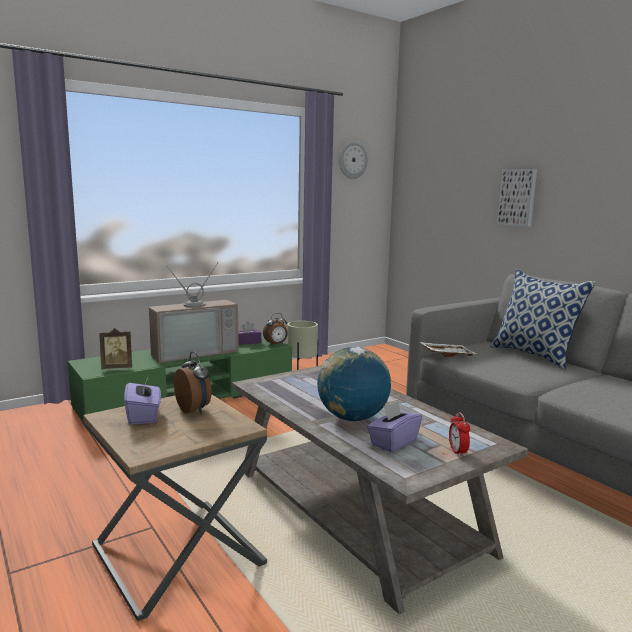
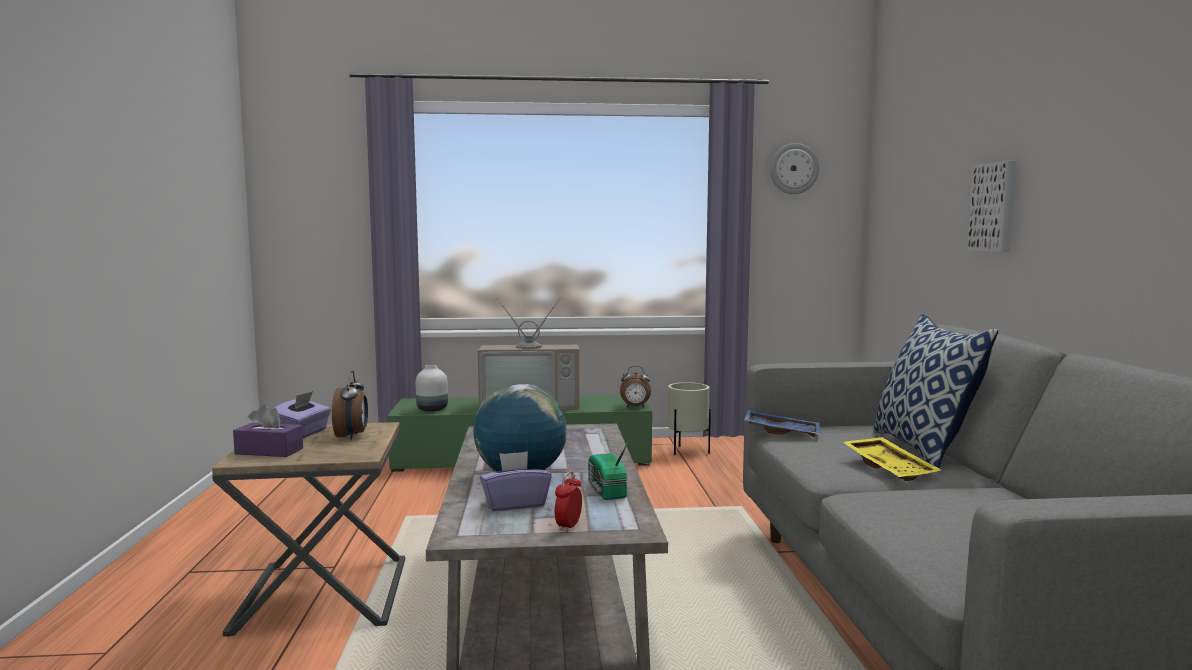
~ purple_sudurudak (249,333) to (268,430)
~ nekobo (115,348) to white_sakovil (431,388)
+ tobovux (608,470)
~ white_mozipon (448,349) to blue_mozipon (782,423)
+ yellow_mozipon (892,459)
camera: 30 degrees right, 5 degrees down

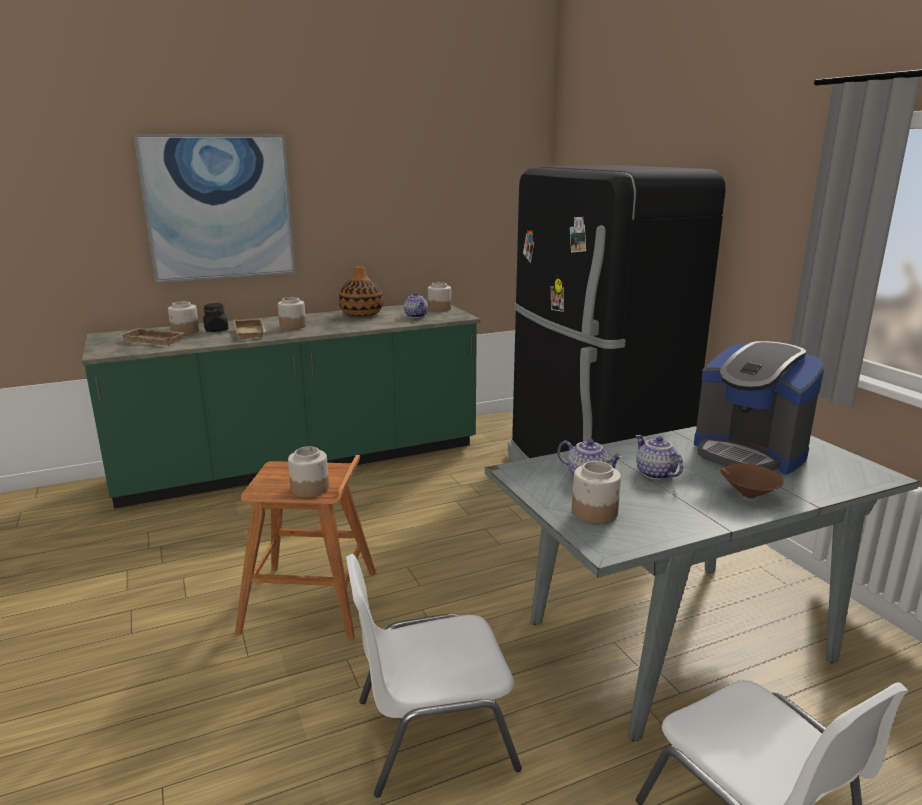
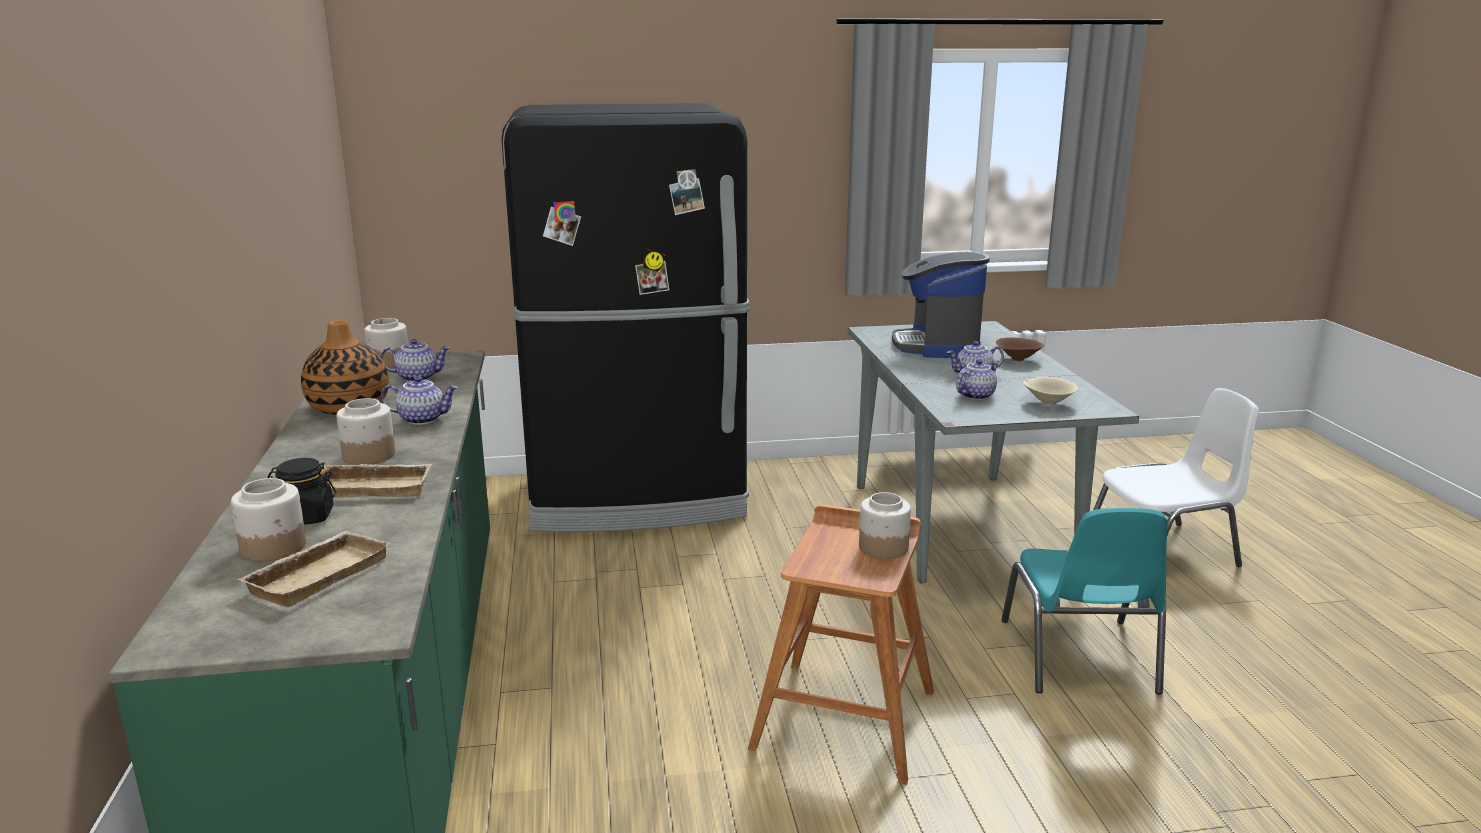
+ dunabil (419,400)
~ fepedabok (759,408) = (941,304) 120 degrees clockwise
~ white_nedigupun (434,675) to turquoise_nedigupun (1084,601)
~ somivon (596,492) to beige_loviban (1050,391)
- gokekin (214,208)
camera: 75 degrees left, 0 degrees up

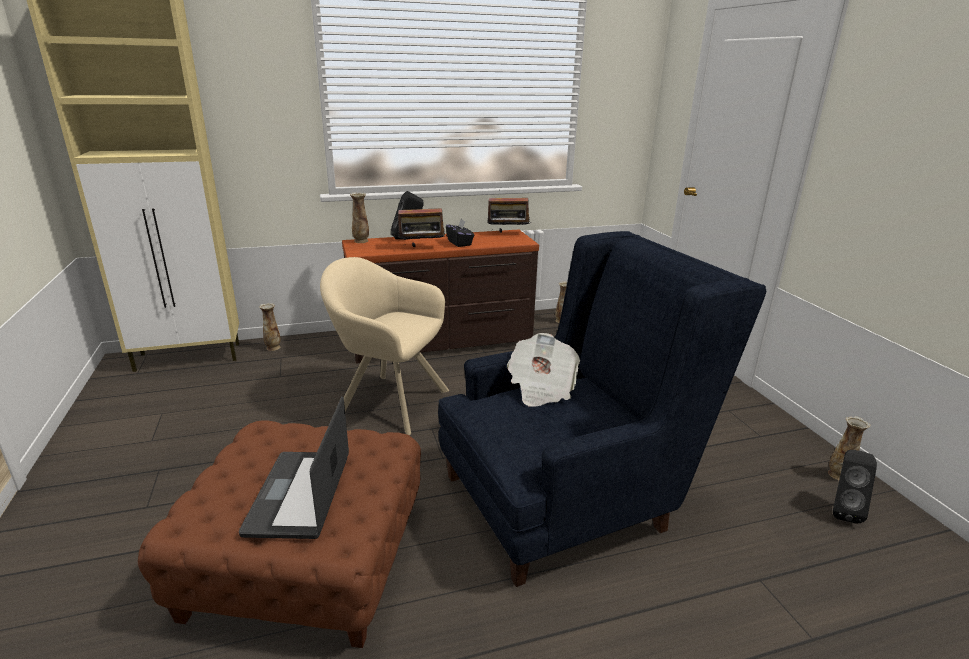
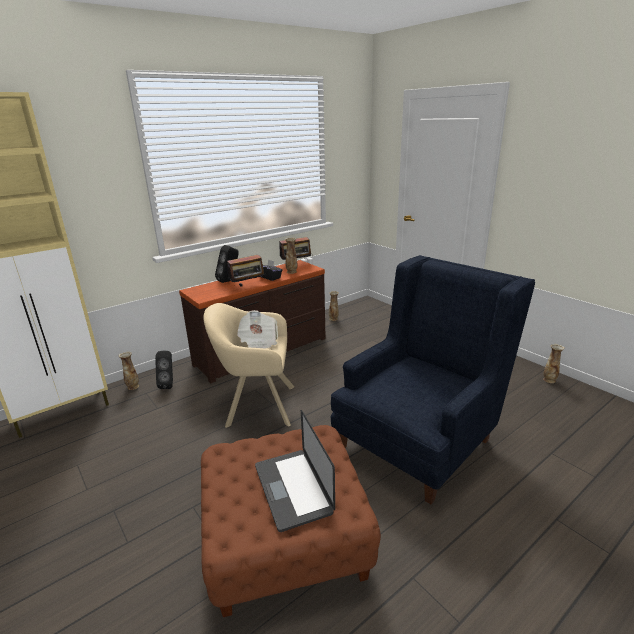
~ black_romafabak (855,486) to (164,370)
~ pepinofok (543,370) to (257,329)
~ sakovil (359,217) to (291,255)
camera: 20 degrees left, 0 degrees up

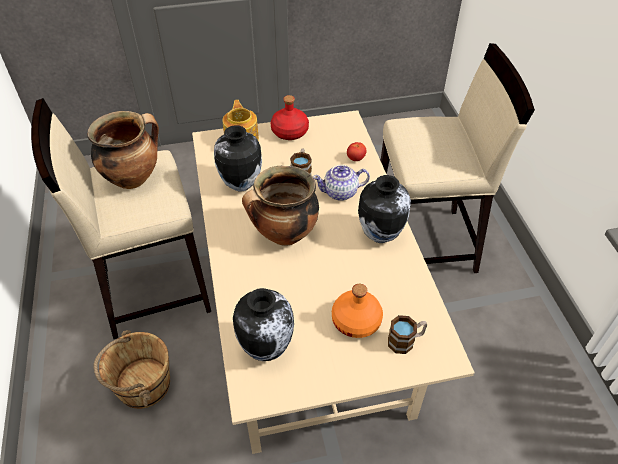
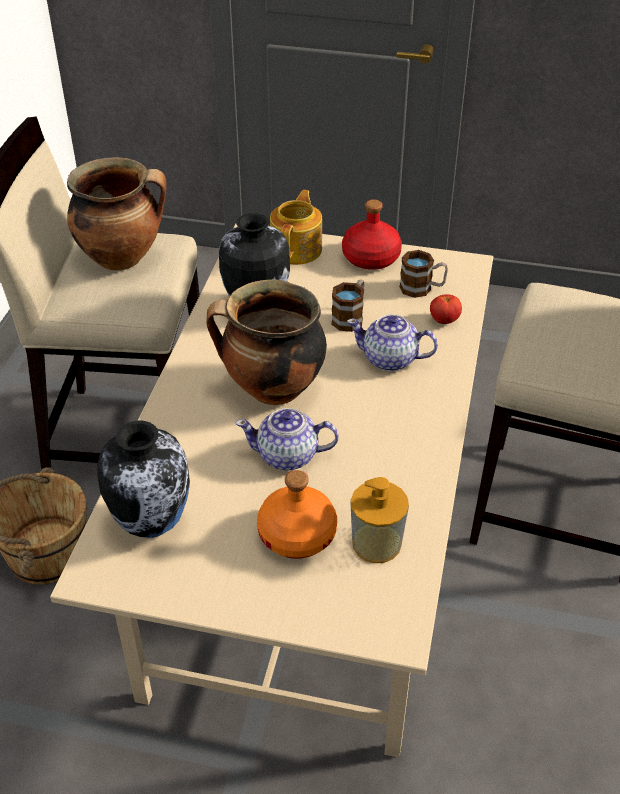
+ dunabil (287,439)
+ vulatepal (379,520)
~ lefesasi (407,334) to (423,274)
- sakovil (384,209)
camera: 25 degrees right, 5 degrees down

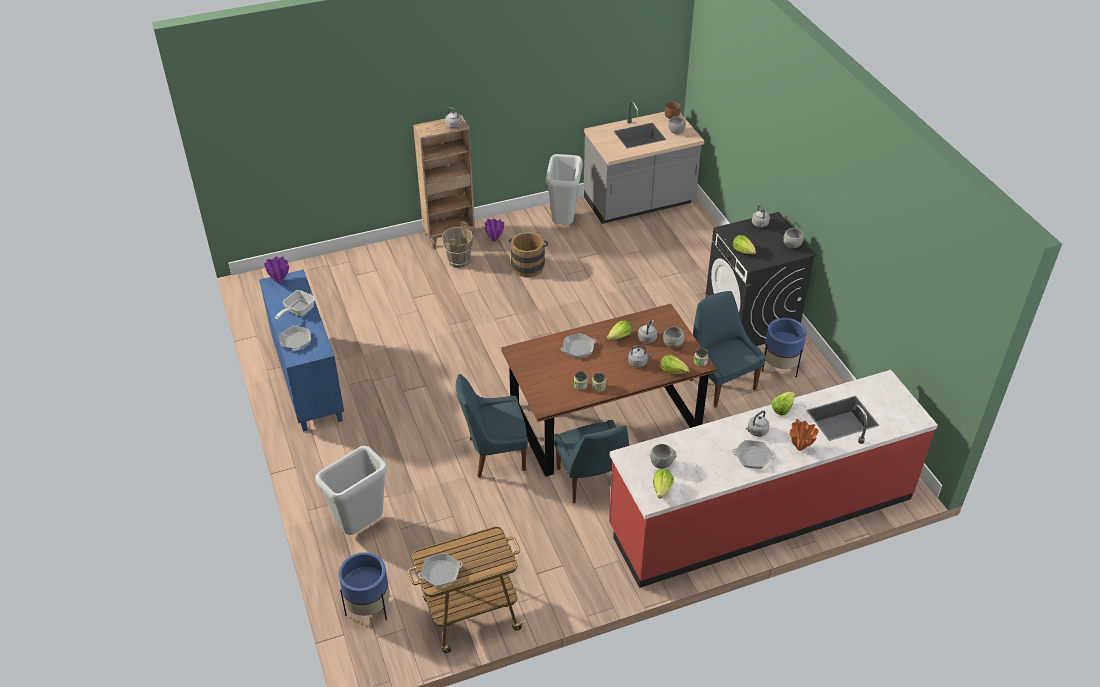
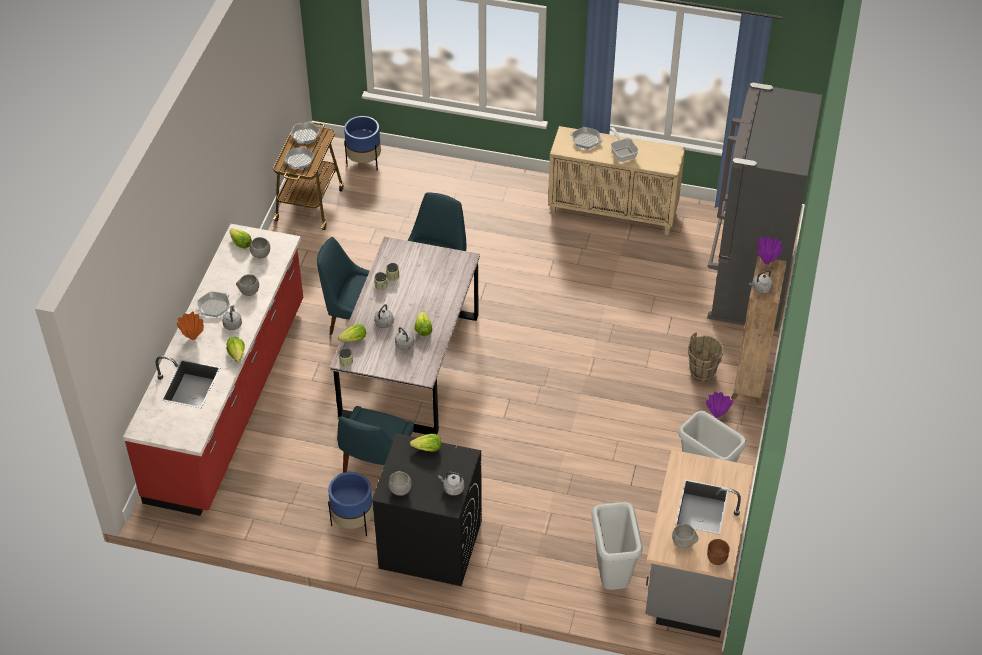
~ grey_loviban (673,337) to (247,285)
~ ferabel (578,345) to (299,157)
~ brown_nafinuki (608,390) to grey_nafinuki (405,336)
~ blue_nedigupun (728,349) = (375,439) 105 degrees clockwise
~ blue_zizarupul (301,350) to beige_zizarupul (616,180)
~ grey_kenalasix (352,490) to (617,546)
+ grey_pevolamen (764,207)
~ purple_sakovil (276,270) to (770,250)
- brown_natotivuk (528,254)
camera: 125 degrees right, 5 degrees up

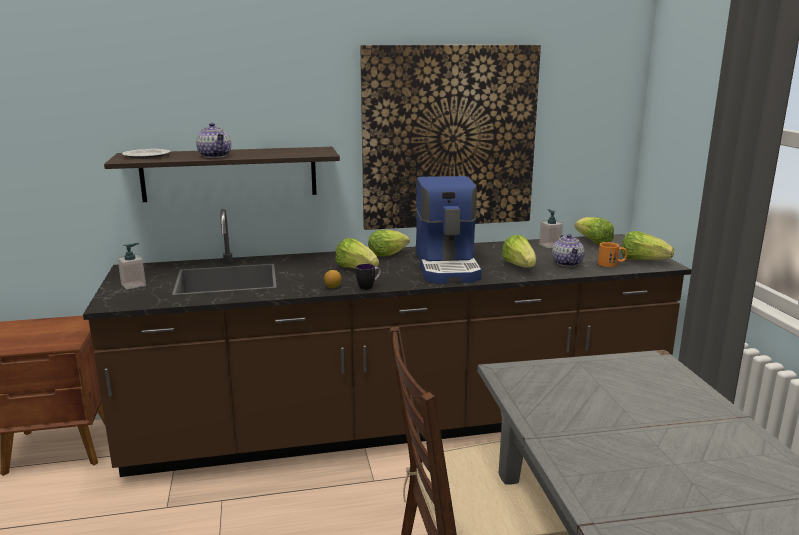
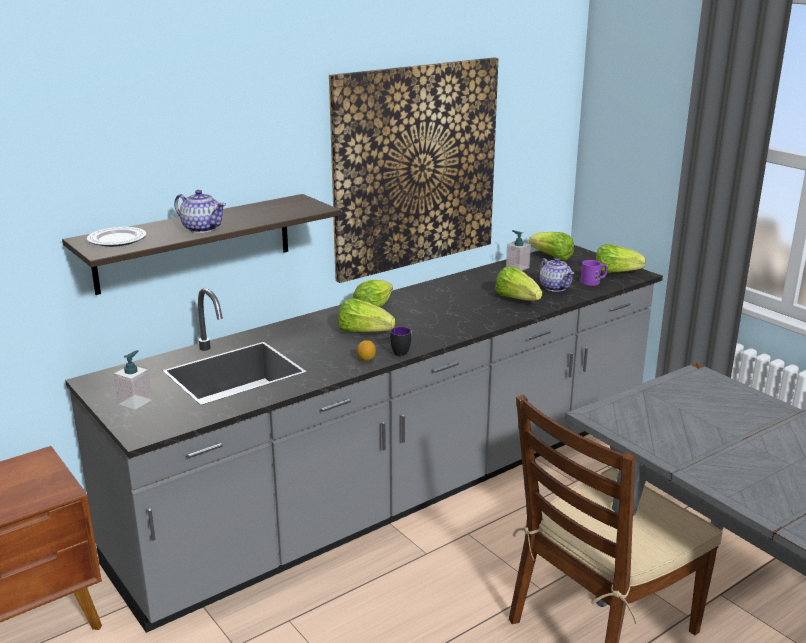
~ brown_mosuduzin (387,343) to grey_mosuduzin (364,439)
~ orange_lefesasi (612,254) to purple_lefesasi (594,273)
- fepedabok (449,230)
camera: 25 degrees left, 5 degrees up

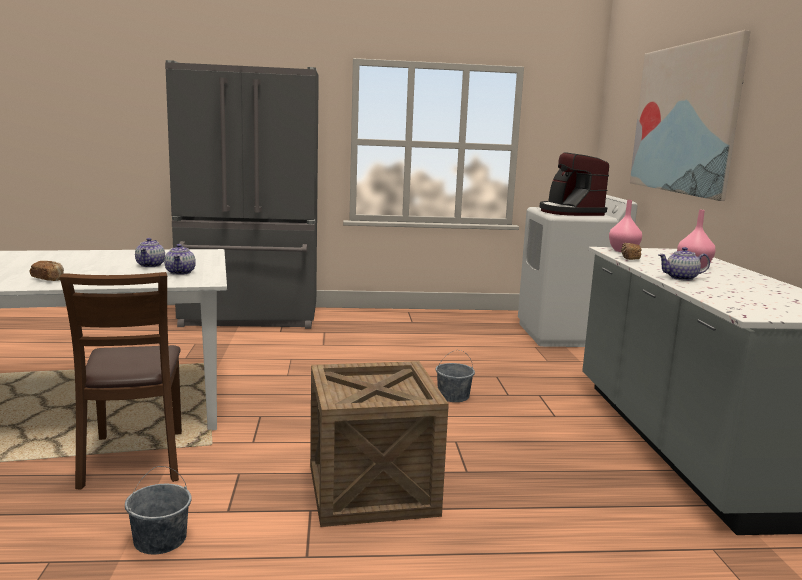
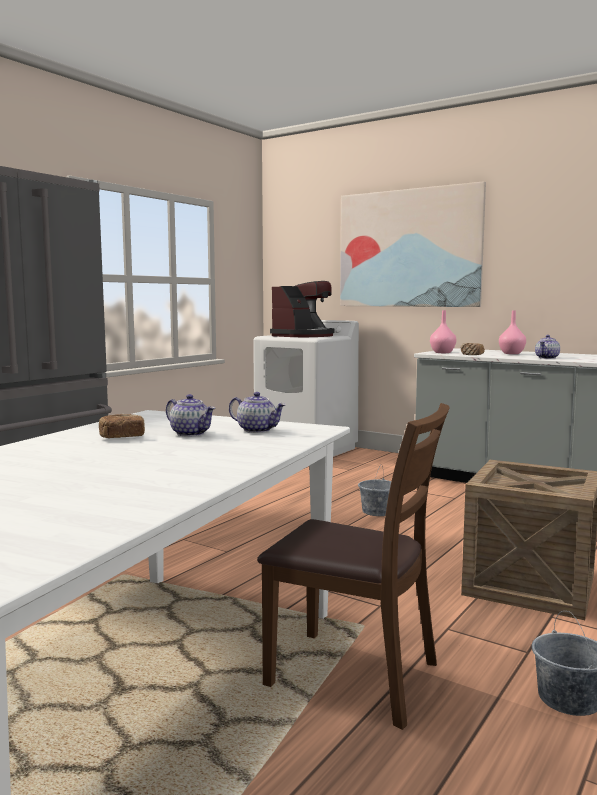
~ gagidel (47,271) to (122,426)
~ fepedabok (574,184) = (302,309) 75 degrees counterclockwise
camera: 50 degrees left, 5 degrees down

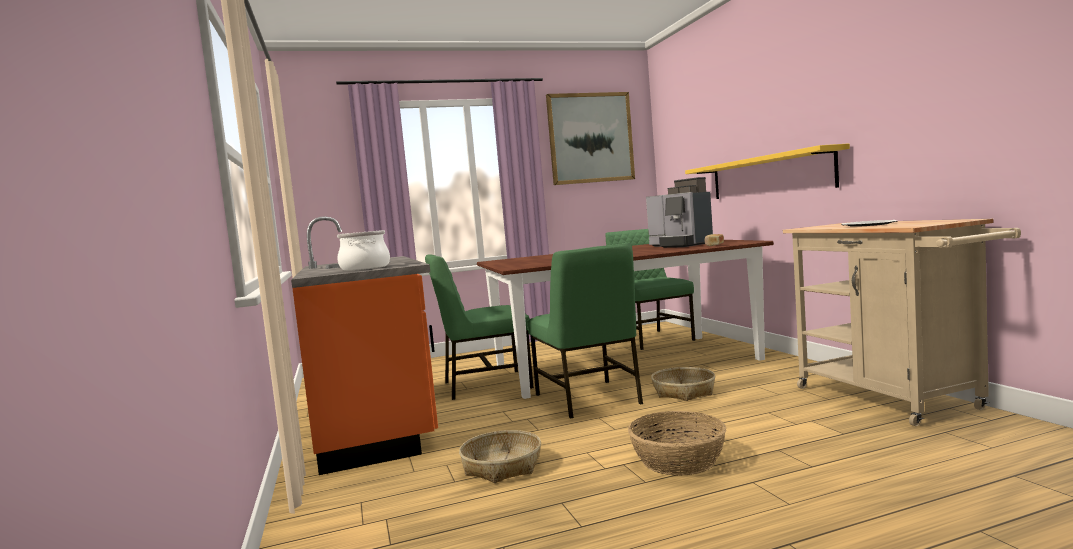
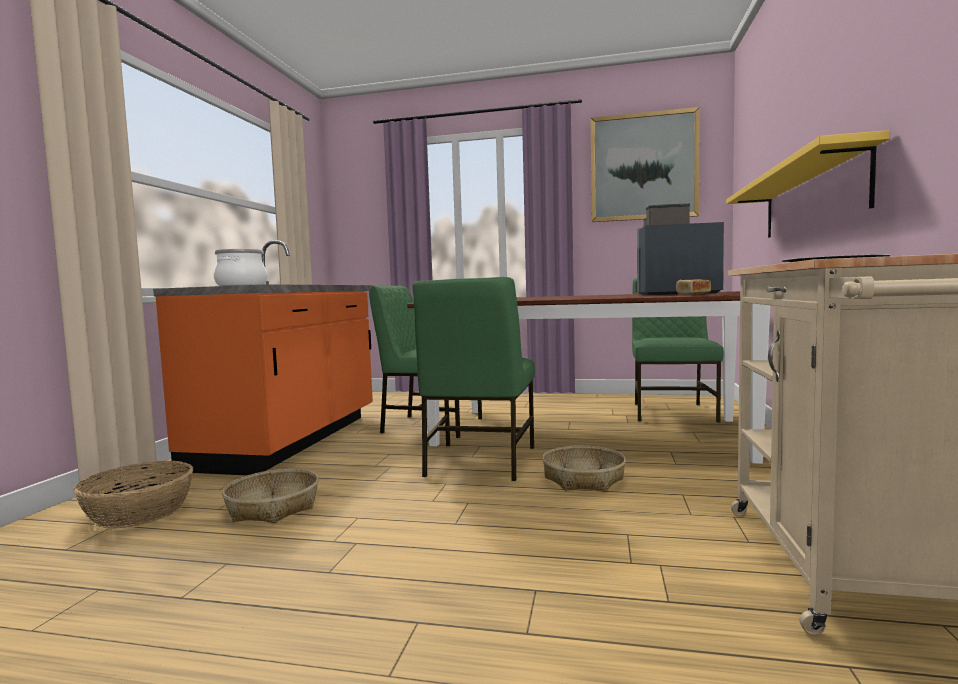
~ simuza (677,443) to (133,495)
~ fepedabok (679,212) = (679,249) 105 degrees clockwise
camera: 30 degrees right, 0 degrees up

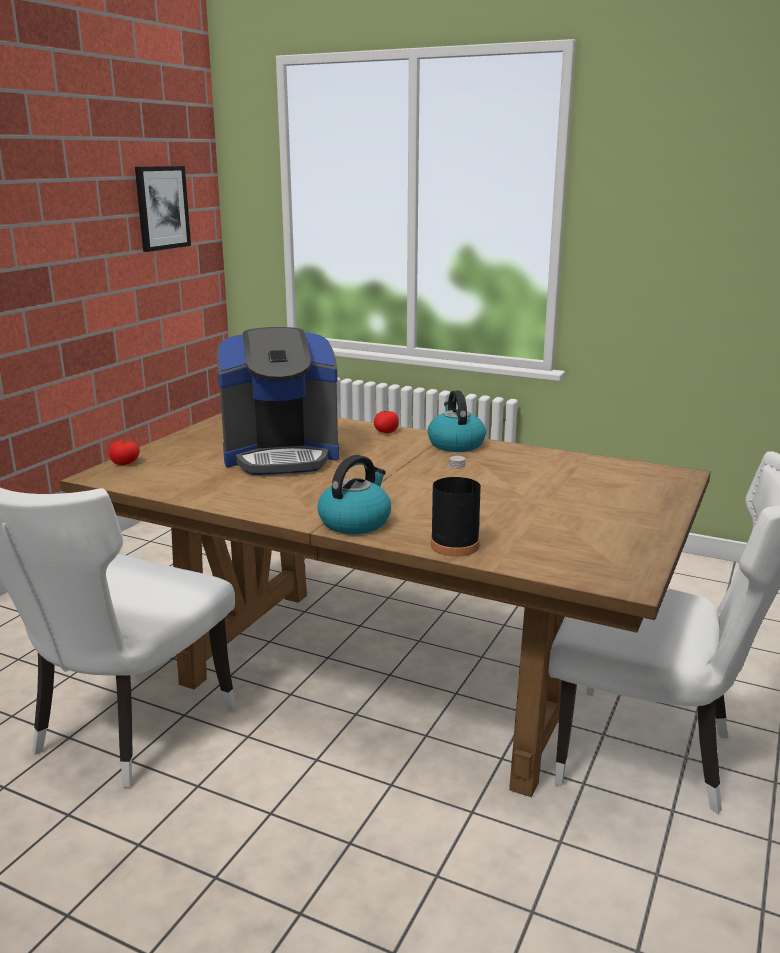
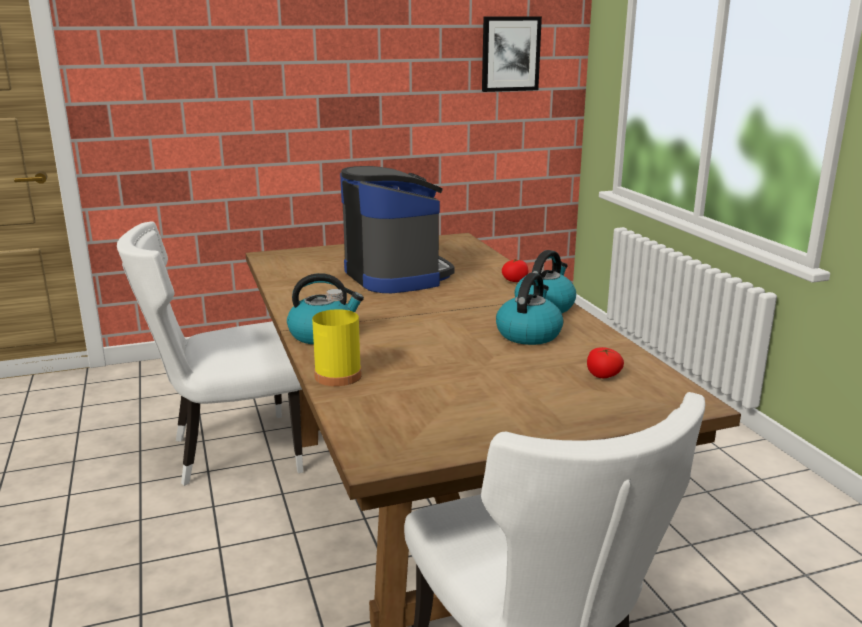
~ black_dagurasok (456,506) to yellow_dagurasok (337,337)
~ fepedabok (278,401) = (397,229) 150 degrees counterclockwise
+ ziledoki (529,309)
~ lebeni (124,452) to (605,362)
camera: 45 degrees right, 0 degrees up

